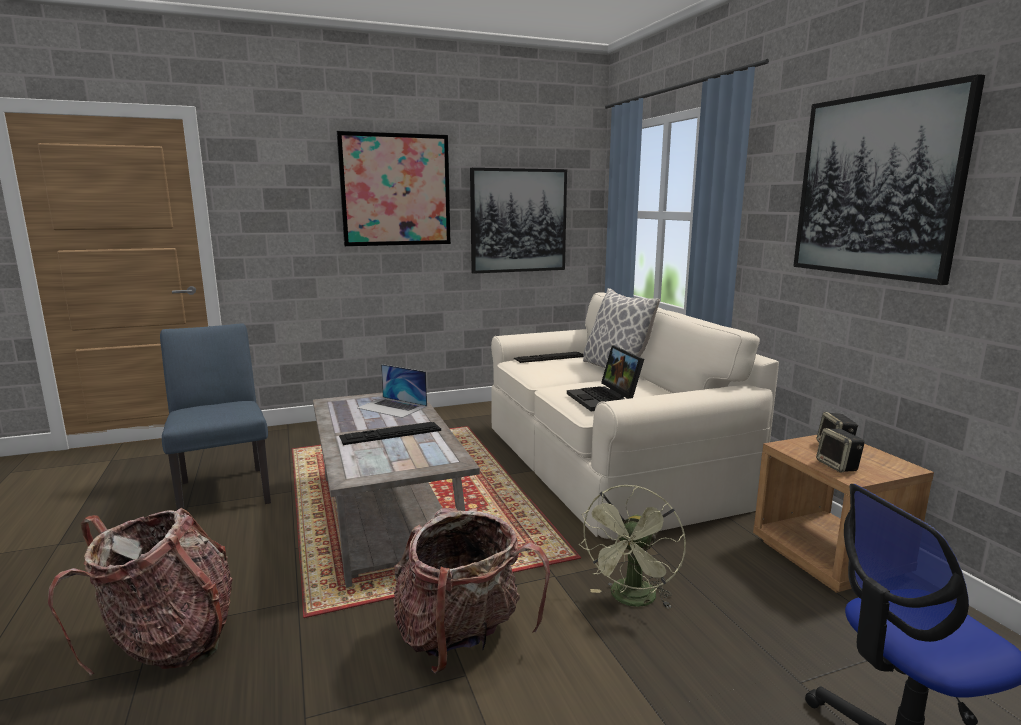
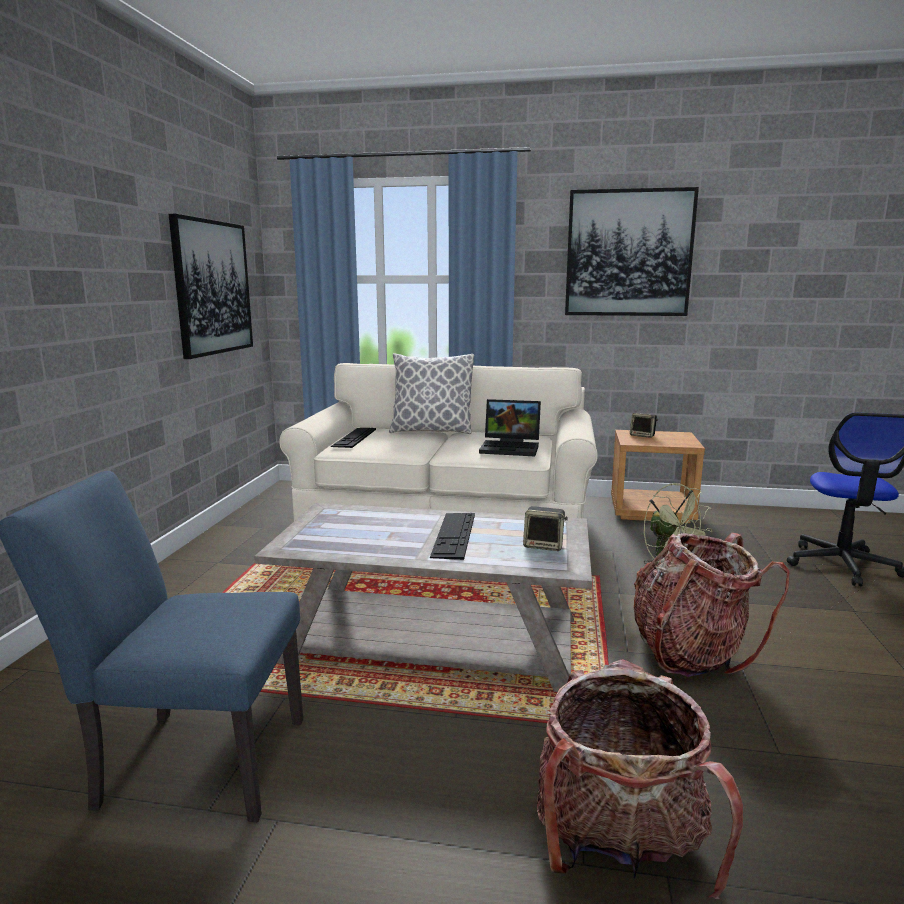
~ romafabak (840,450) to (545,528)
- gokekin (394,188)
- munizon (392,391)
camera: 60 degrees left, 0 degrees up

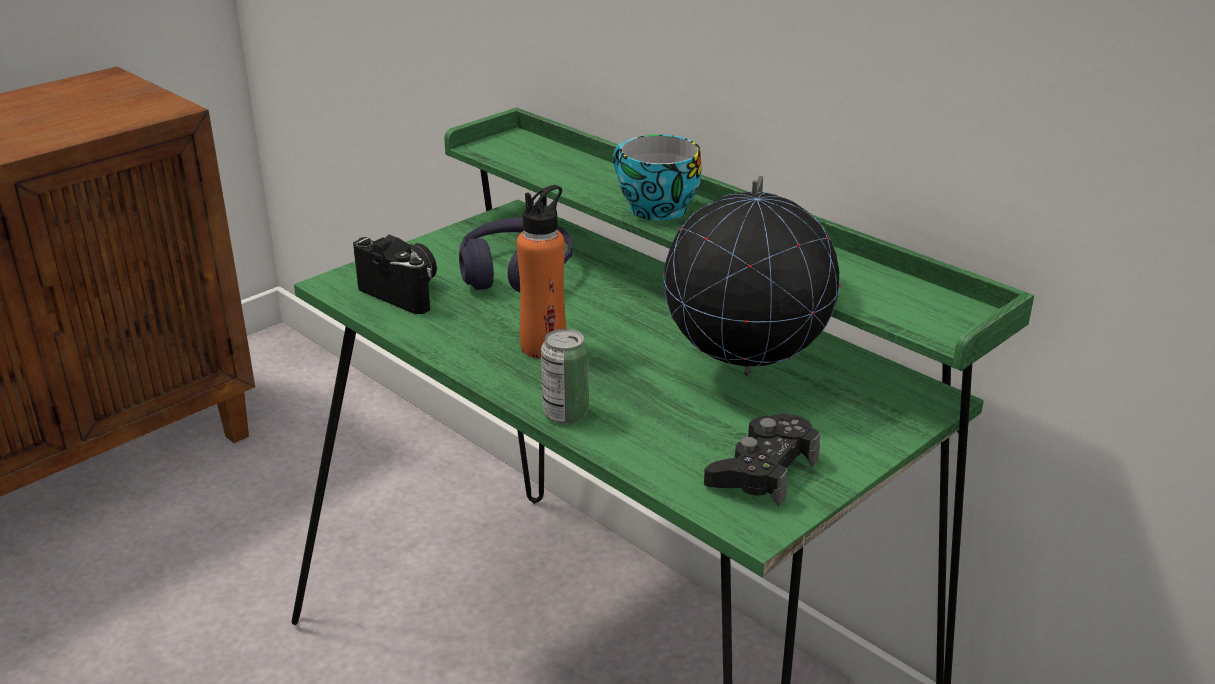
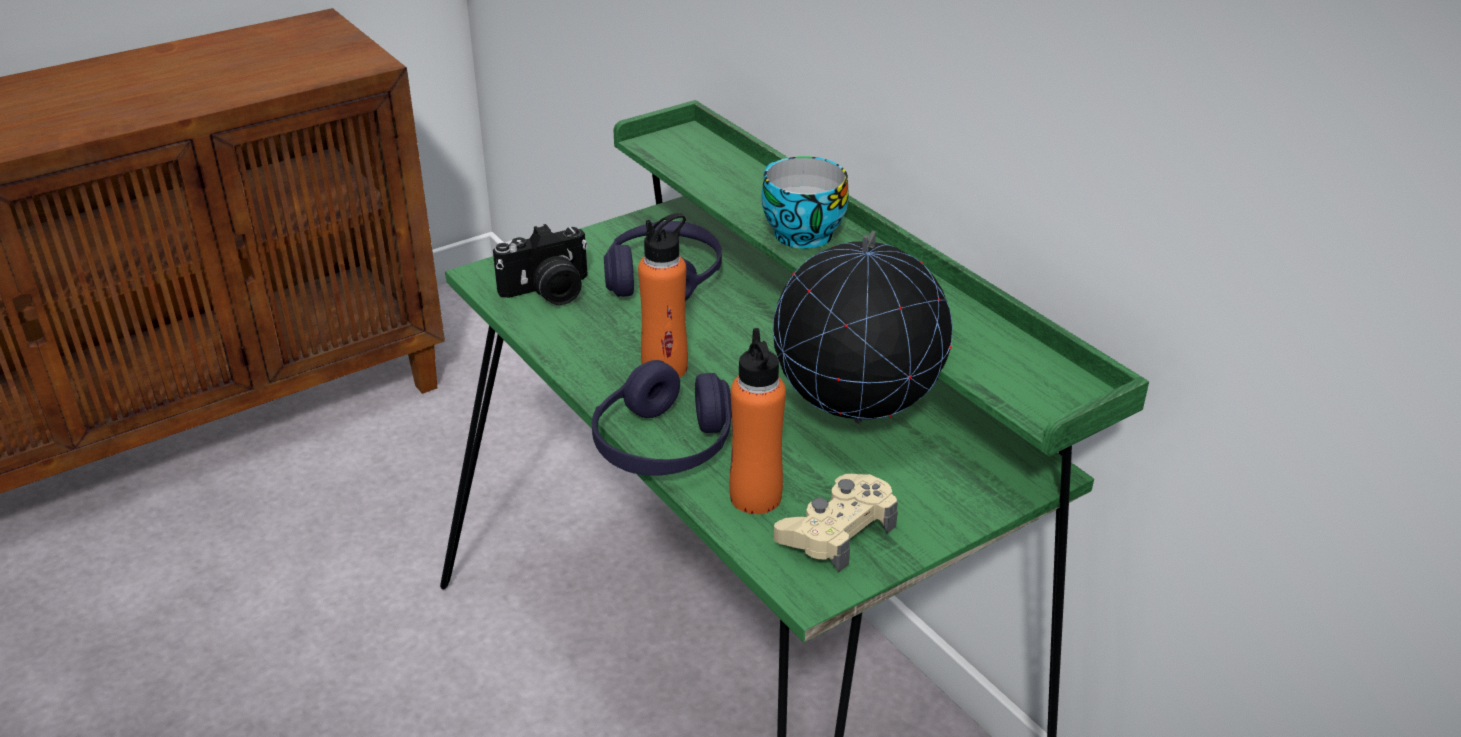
~ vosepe (395,274) = (540,264) 105 degrees clockwise
~ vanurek (565,376) to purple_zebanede (662,418)
+ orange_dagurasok (757,421)
~ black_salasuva (762,460) to beige_salasuva (836,523)
camera: 10 degrees right, 5 degrees up

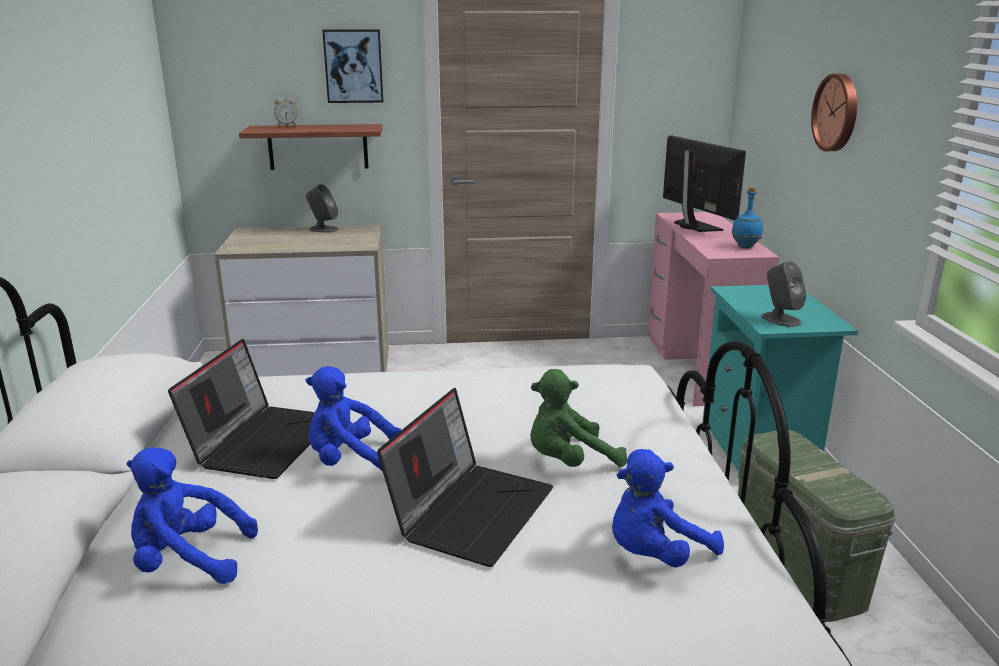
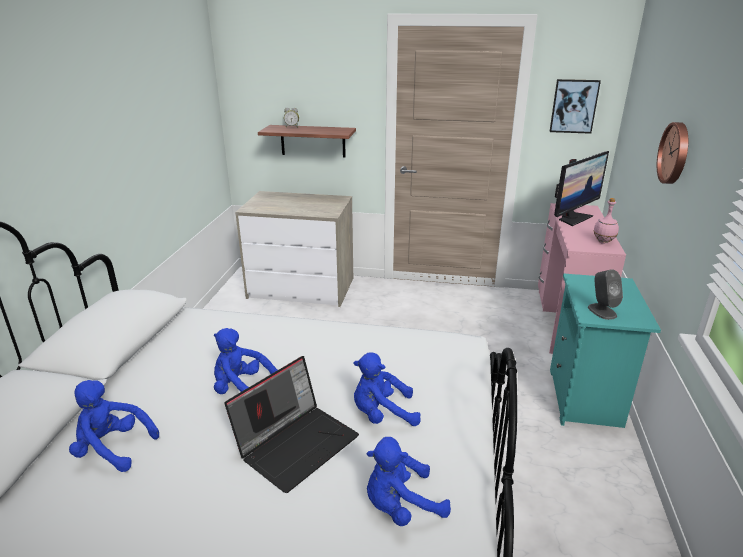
~ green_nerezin (578,418) to blue_nerezin (387,389)
~ gokekin (353,66) to (575,106)
~ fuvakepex (704,183) = (581,188) 60 degrees clockwise
~ blue_dagurasok (747,217) to pink_dagurasok (606,221)
- munizon (241,409)
- grey_romafabak (322,208)
- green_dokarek (817,526)
camera: 15 degrees right, 5 degrees up

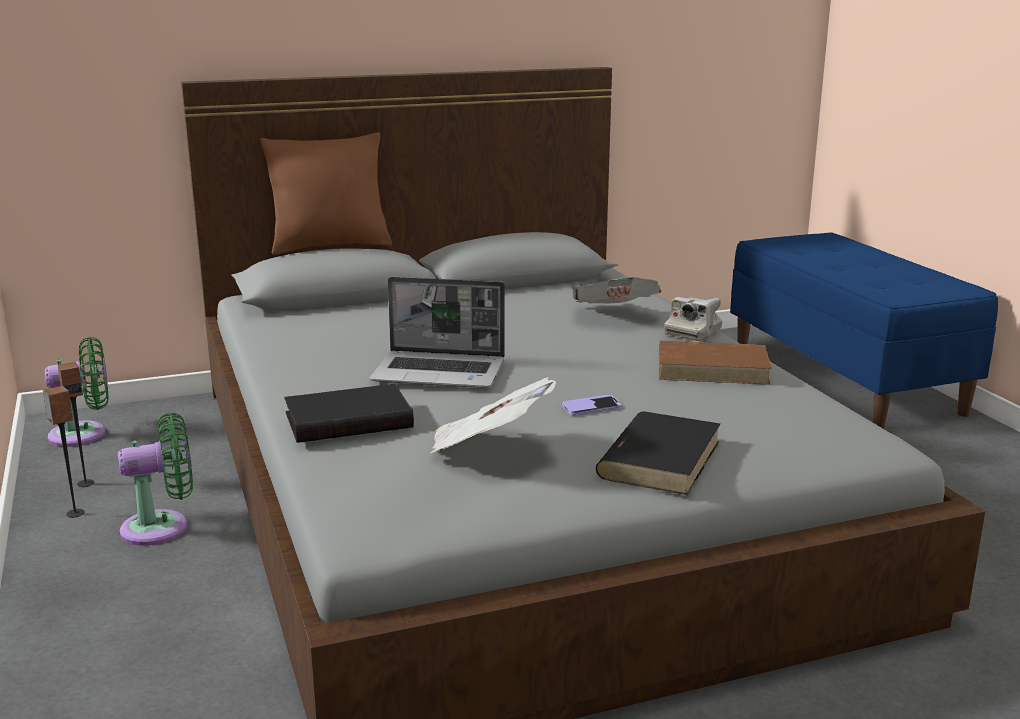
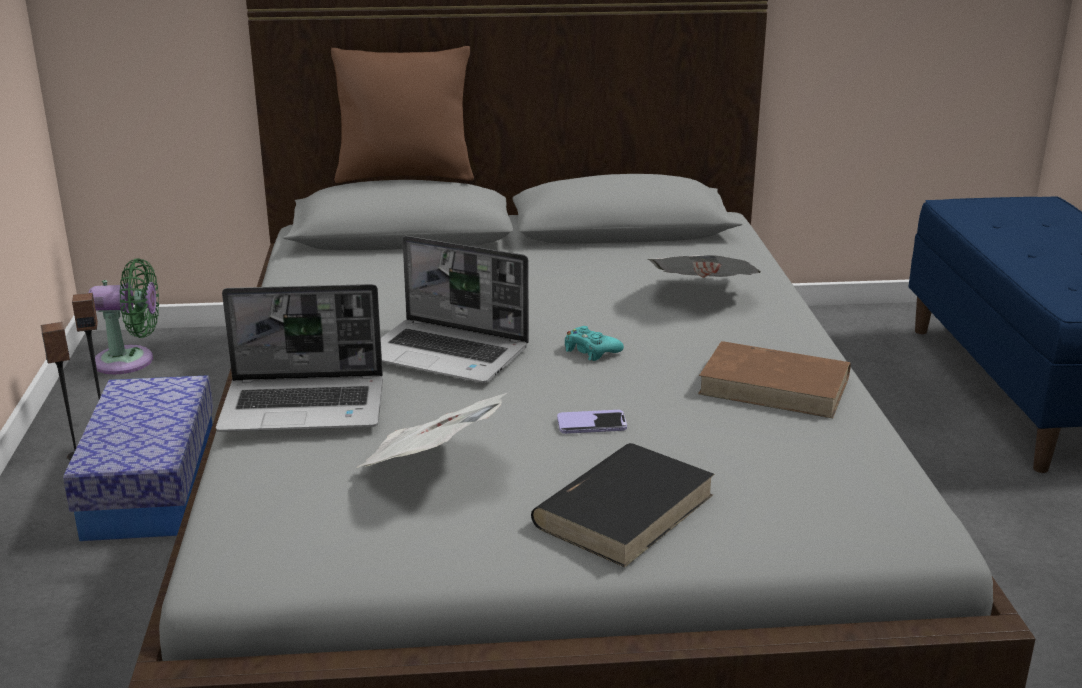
~ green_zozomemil (155,478) to dokarek (138,458)
~ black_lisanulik (349,413) to munizon (299,358)
+ turquoise_salasuva (594,343)
- vosepe (693,319)
camera: 15 degrees right, 5 degrees up

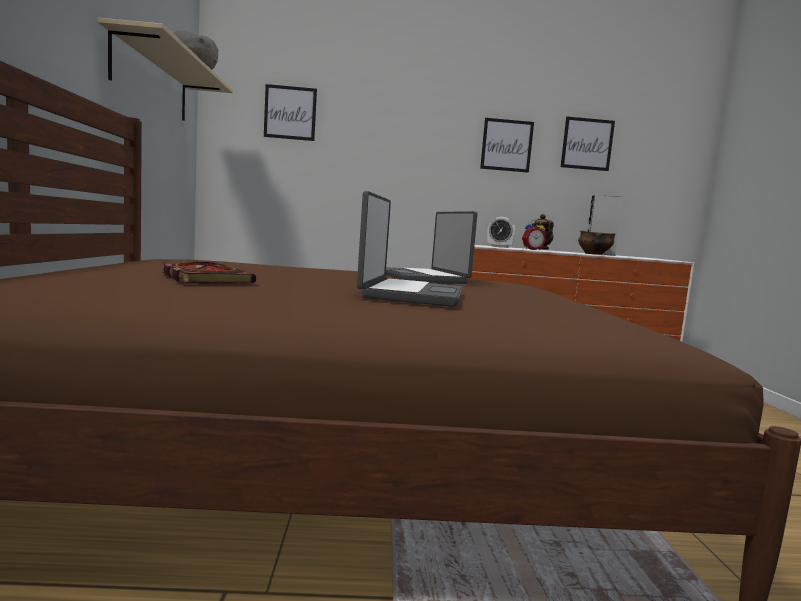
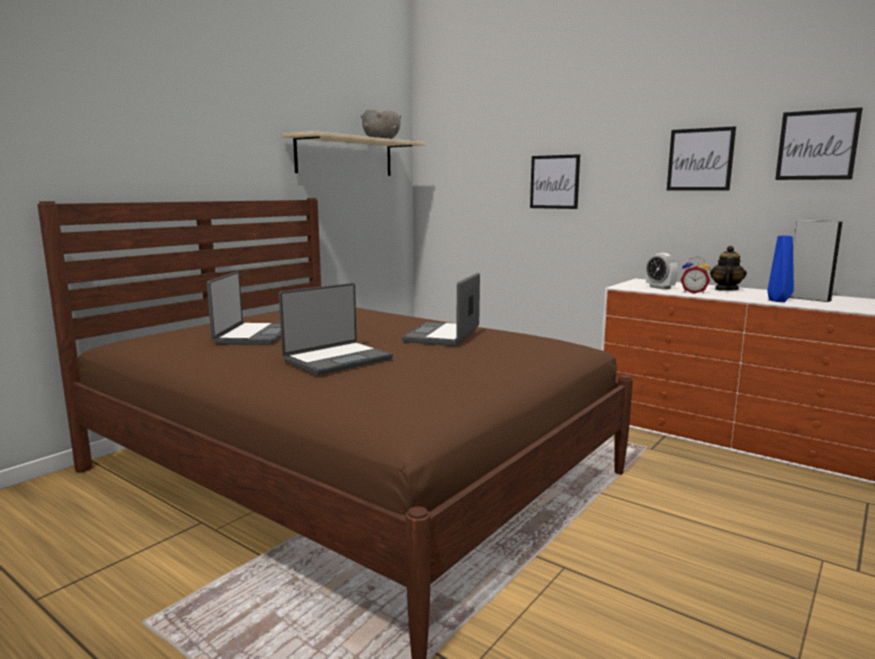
~ lisanulik (209,273) to munizon (244,308)
~ gokekin (290,112) to (555,181)
~ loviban (596,243) to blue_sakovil (780,268)
camera: 40 degrees right, 5 degrees up

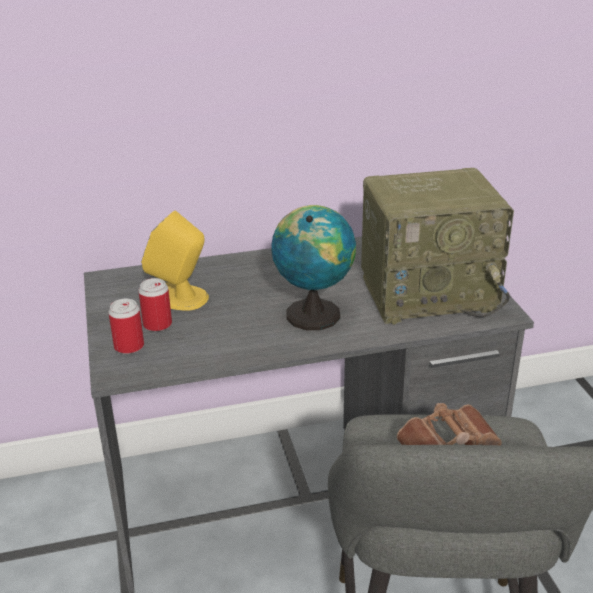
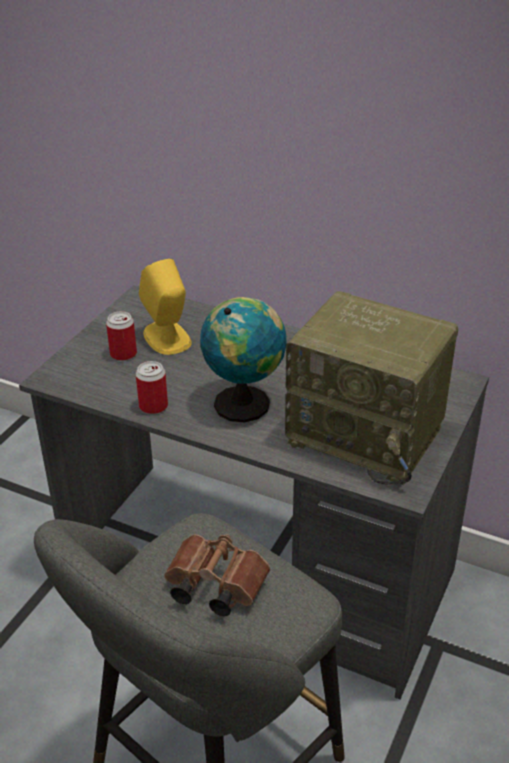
~ vanurek (126,326) to (152,387)
camera: 40 degrees right, 5 degrees up

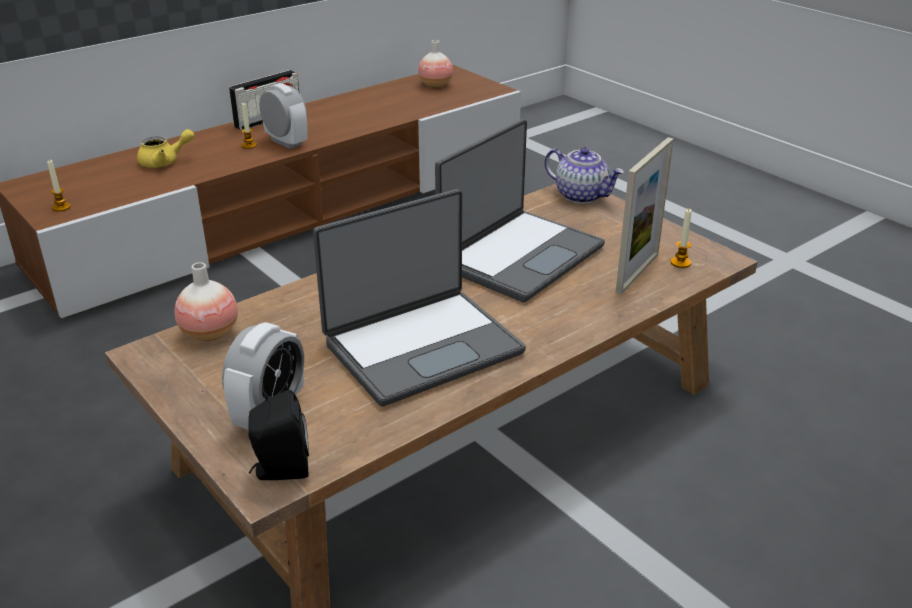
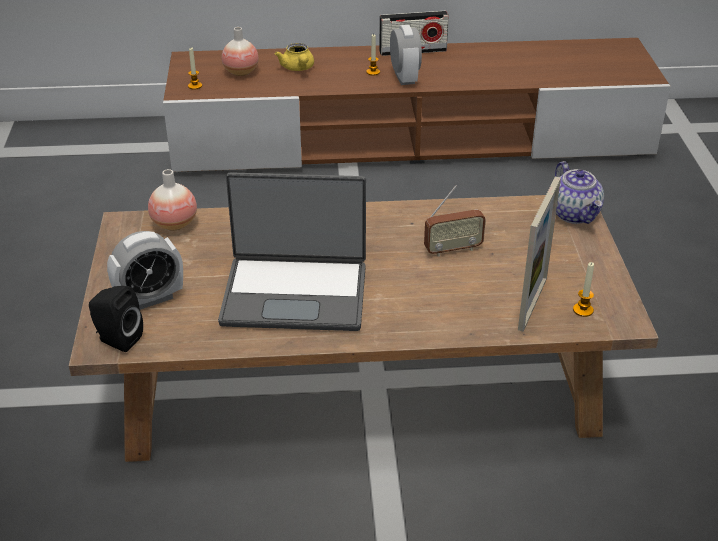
~ sakovil (435,64) to (240,51)
~ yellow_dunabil (166,148) = (294,57) 60 degrees clockwise
~ munizon (520,210) to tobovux (455,221)
~ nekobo (645,215) = (539,254) 45 degrees counterclockwise
camera: 35 degrees right, 5 degrees up

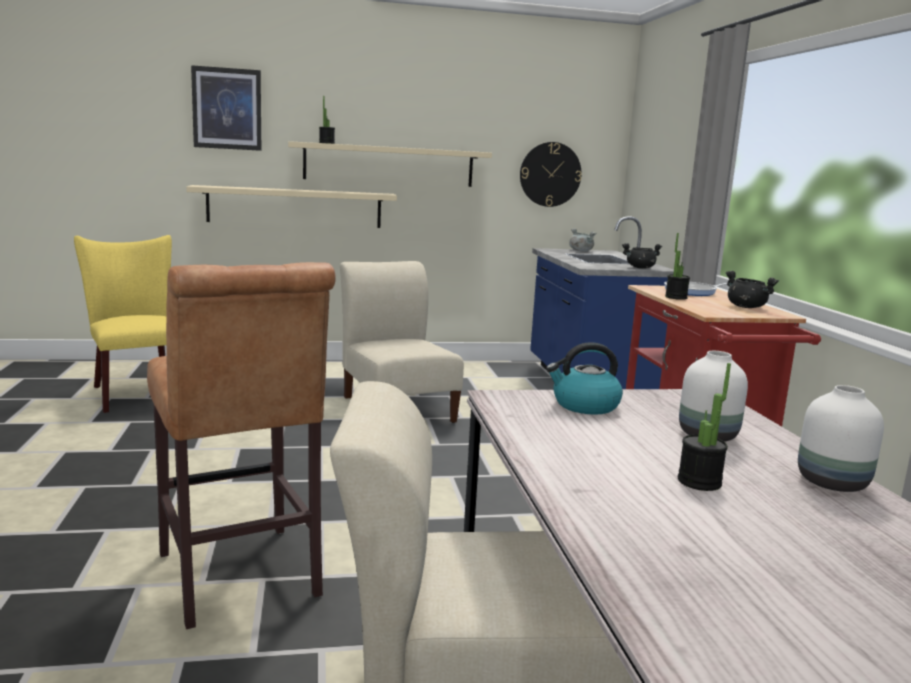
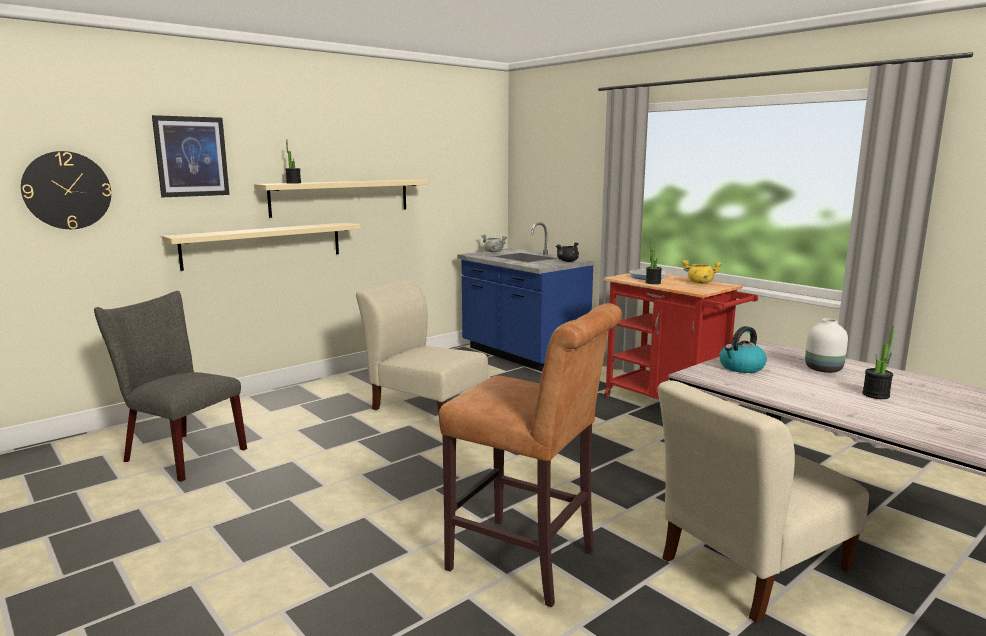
~ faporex (551,174) to (66,190)
~ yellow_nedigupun (123,324) to grey_nedigupun (170,386)
~ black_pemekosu (752,289) to yellow_pemekosu (702,272)
- white_sakovil (841,438)
camera: 30 degrees left, 0 degrees up

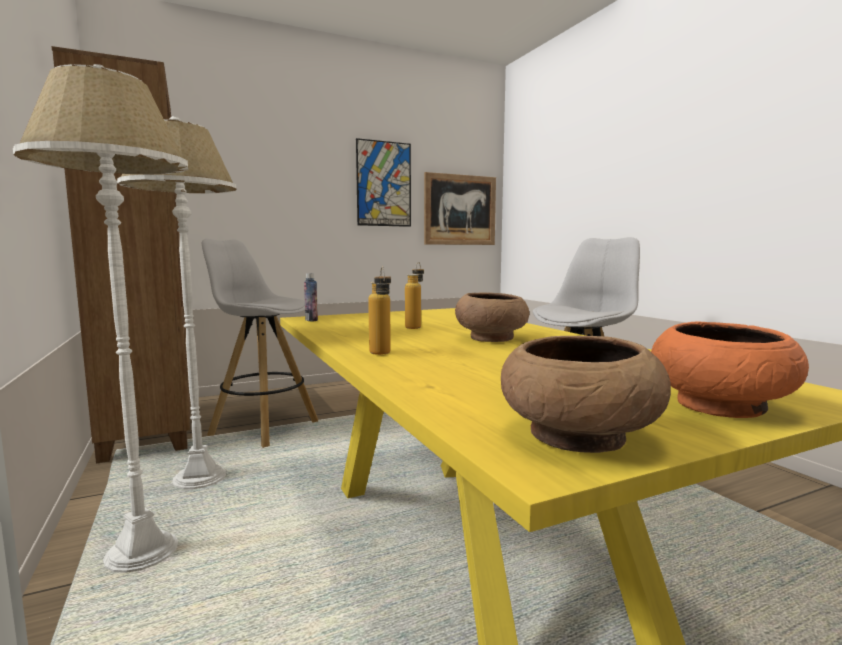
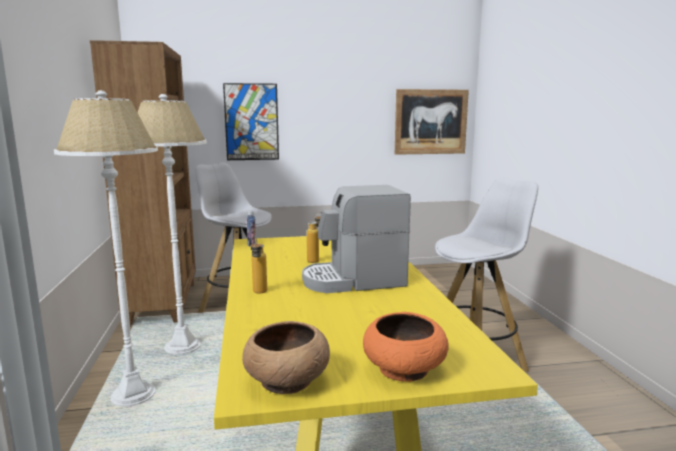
~ gokekin (383,182) to (251,121)
~ brown_loviban (492,317) to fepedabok (356,239)
camera: 15 degrees right, 5 degrees up

